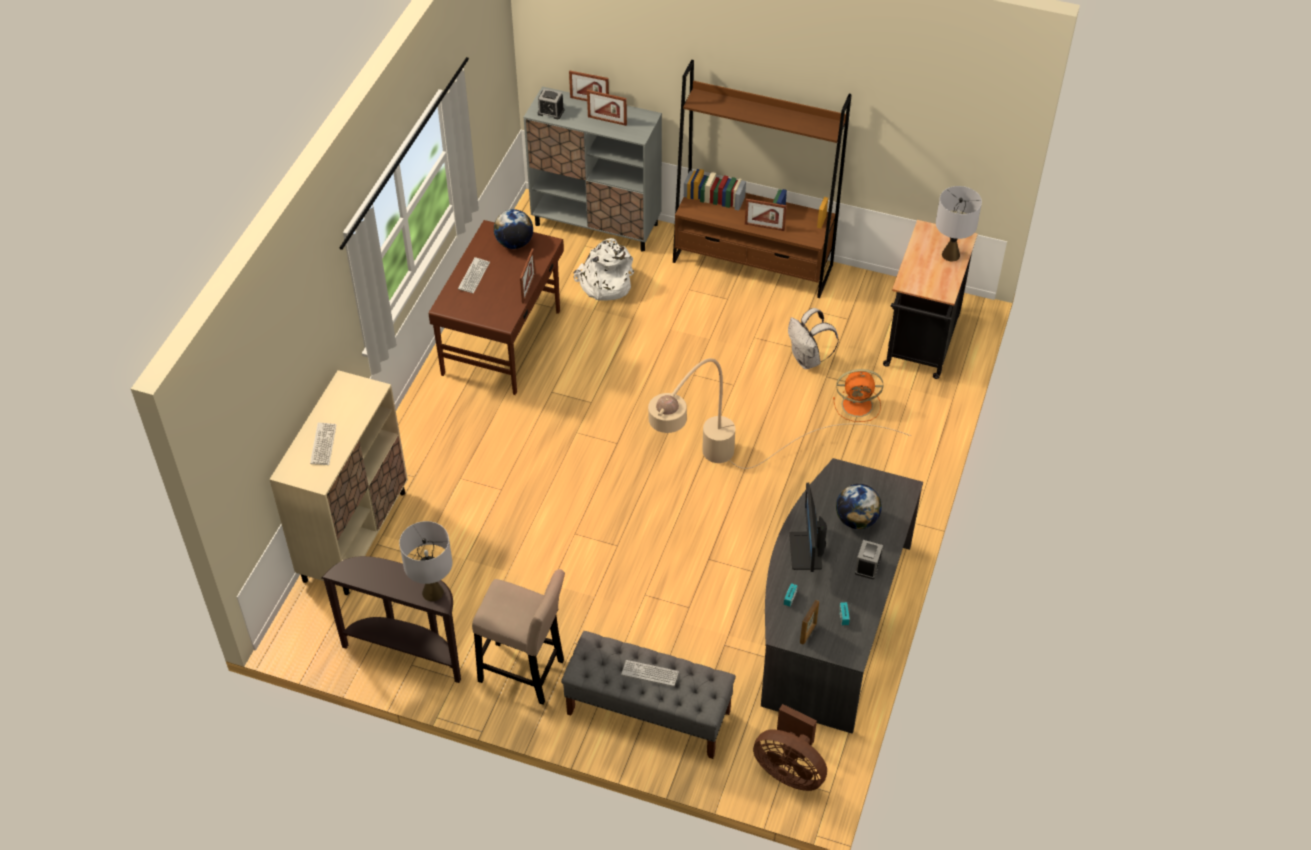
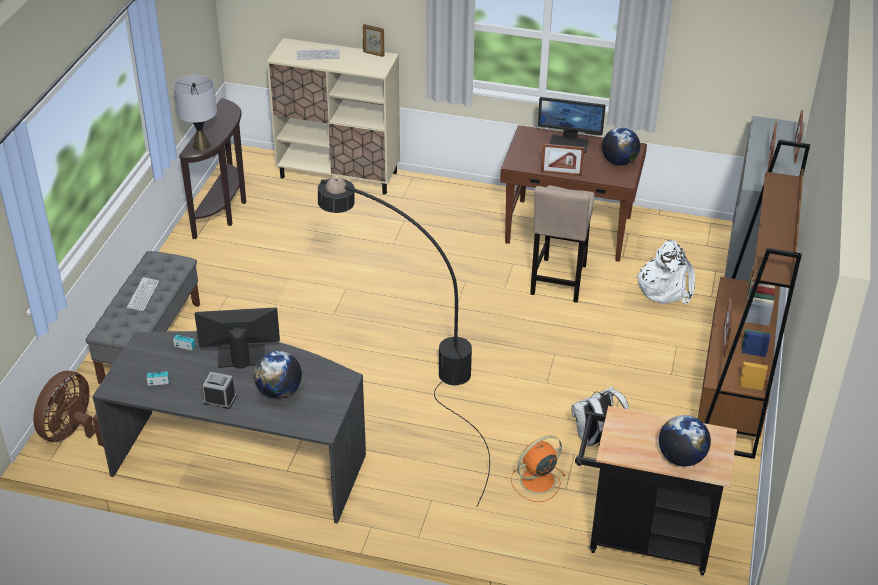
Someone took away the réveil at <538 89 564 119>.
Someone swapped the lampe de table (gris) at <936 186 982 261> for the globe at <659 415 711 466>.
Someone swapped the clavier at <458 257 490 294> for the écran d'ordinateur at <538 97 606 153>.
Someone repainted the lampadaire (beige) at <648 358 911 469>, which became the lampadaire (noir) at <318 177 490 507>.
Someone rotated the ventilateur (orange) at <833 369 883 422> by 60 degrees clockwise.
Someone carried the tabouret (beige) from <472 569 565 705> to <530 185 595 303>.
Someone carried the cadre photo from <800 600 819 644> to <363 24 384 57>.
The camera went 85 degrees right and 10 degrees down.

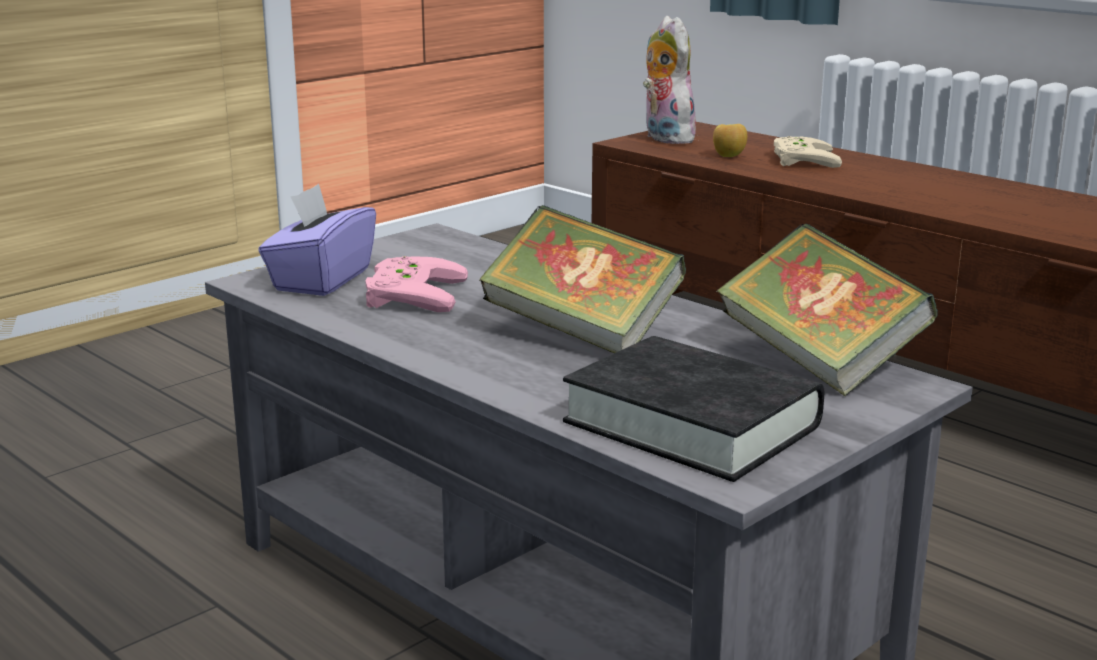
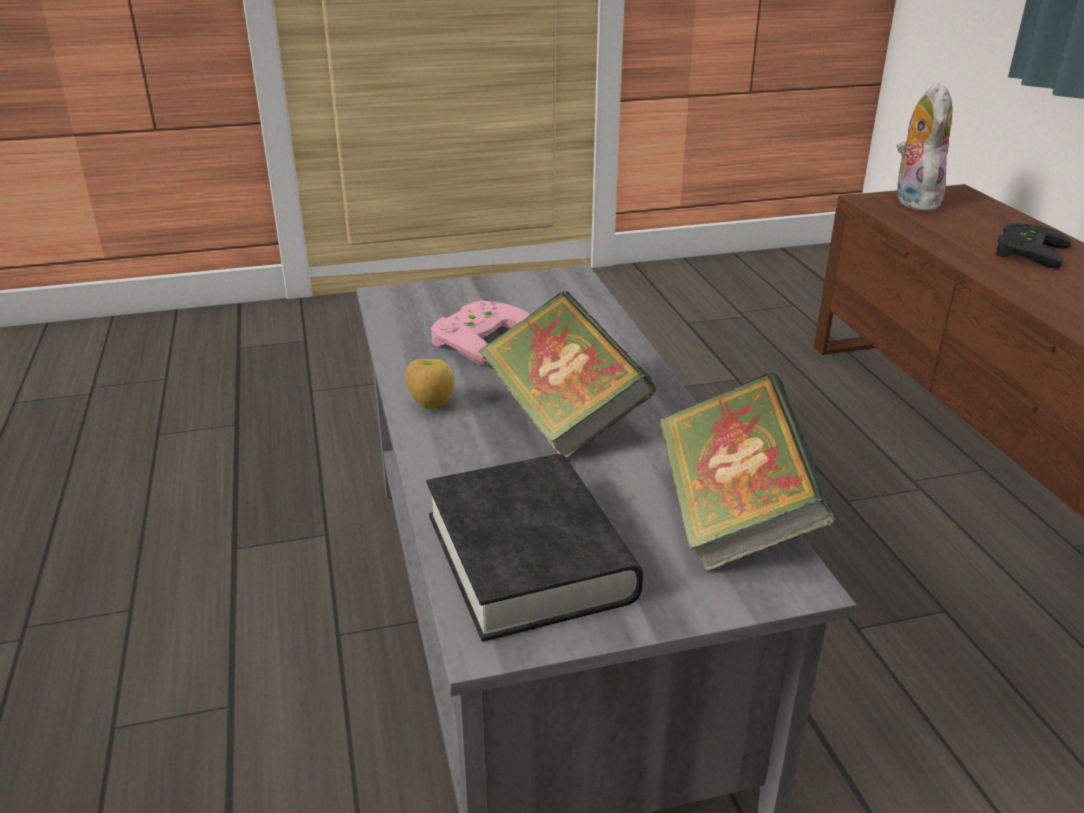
Someone carried the pomme from <713 124 747 157> to <405 359 455 409>.
Someone repainted the manette (beige) at <774 136 842 168>, which became the manette (noir) at <996 223 1071 269>.
Someone took away the boîte à mouchoirs (violet) at <258 184 376 296>.
The camera went 30 degrees right and 10 degrees up.

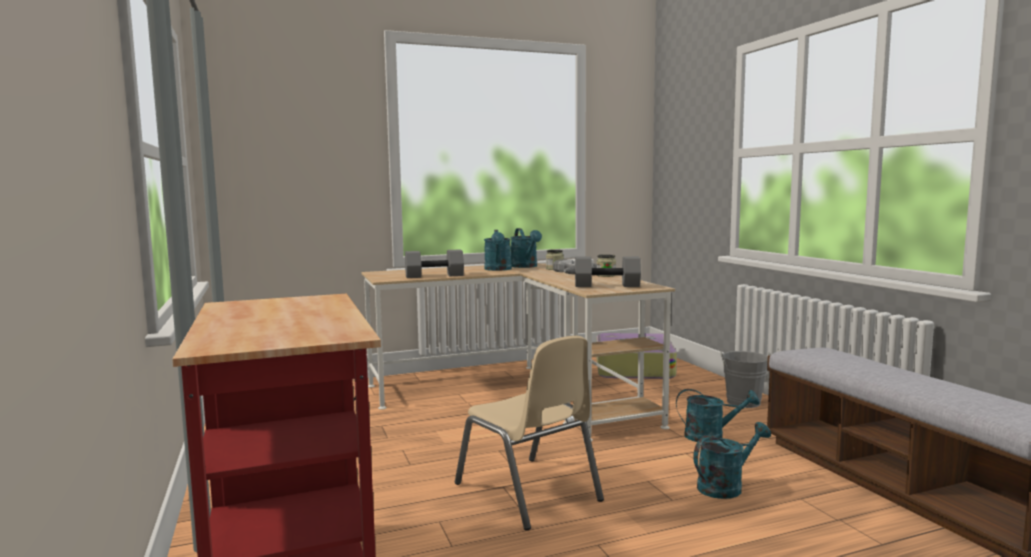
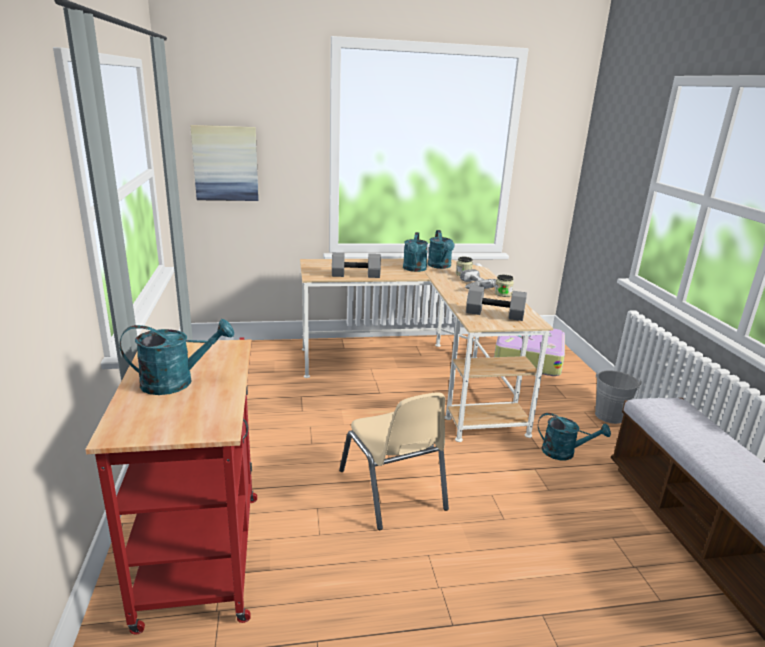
Someone carried the arrosoir (turquoise) from <693 422 771 499> to <120 319 234 395>.
Someone put up the tableau at <190 125 259 201>.
The camera went 10 degrees right and 15 degrees up.

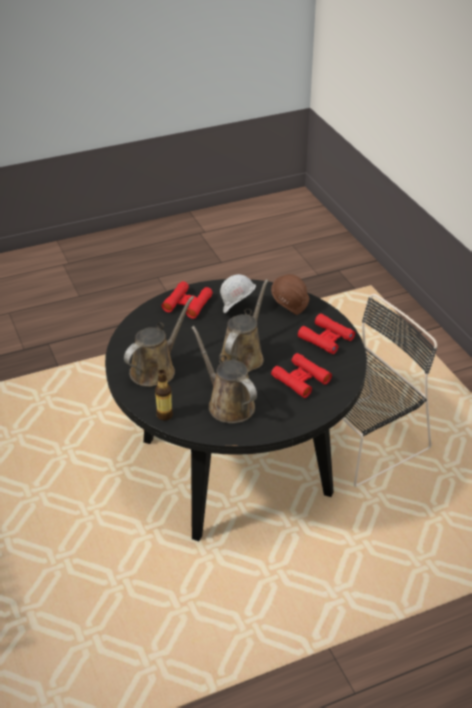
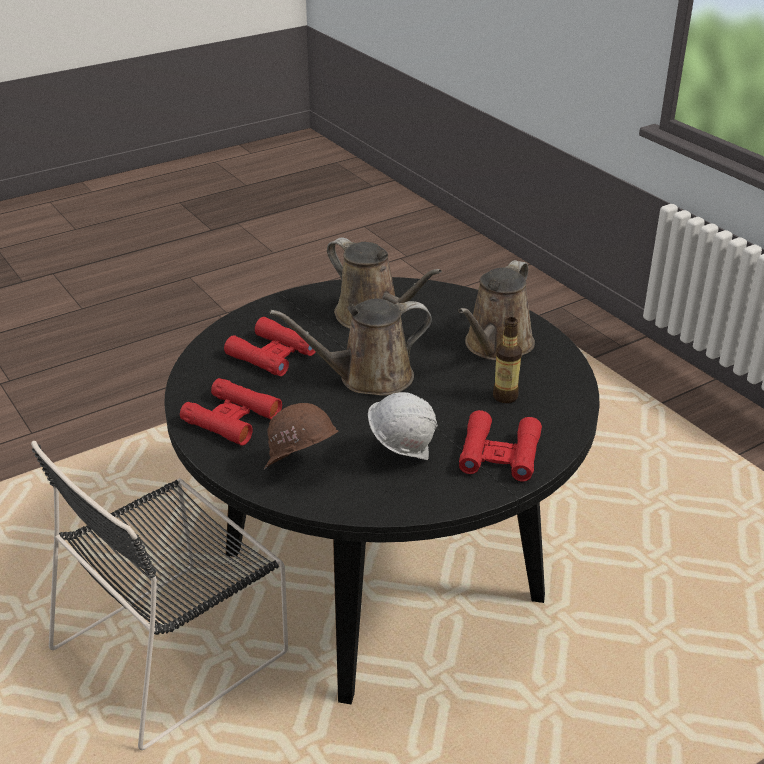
Someone rotated the arrosoir (marron) at <219 279 268 372> by 60 degrees clockwise.
Someone carried the bouteille from <155 370 173 420> to <493 317 522 403>.
The camera went 170 degrees right and 5 degrees down.

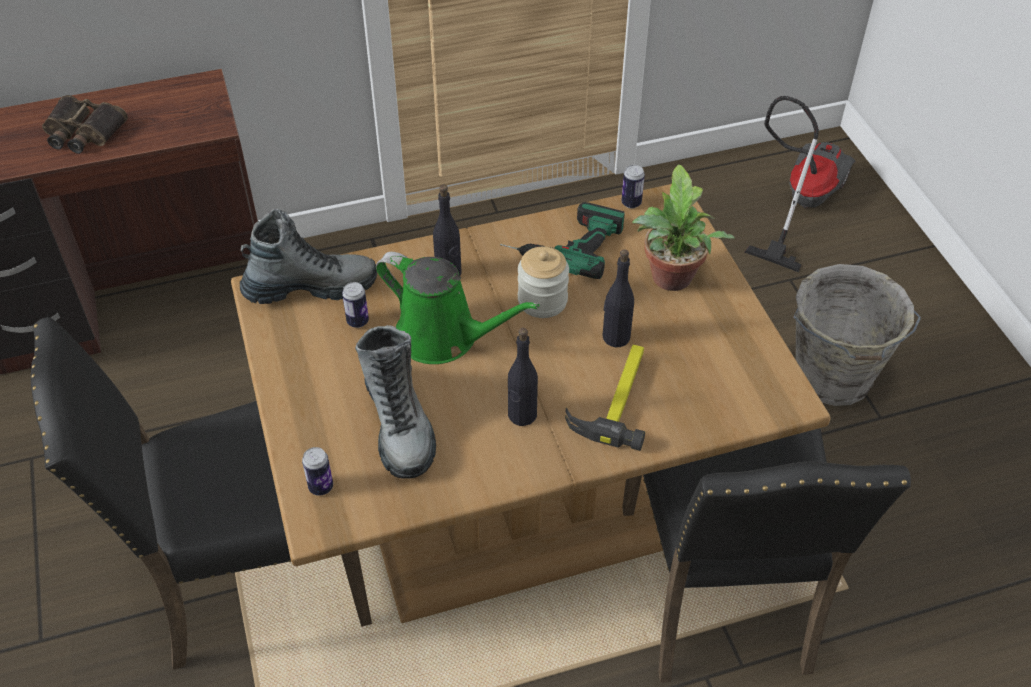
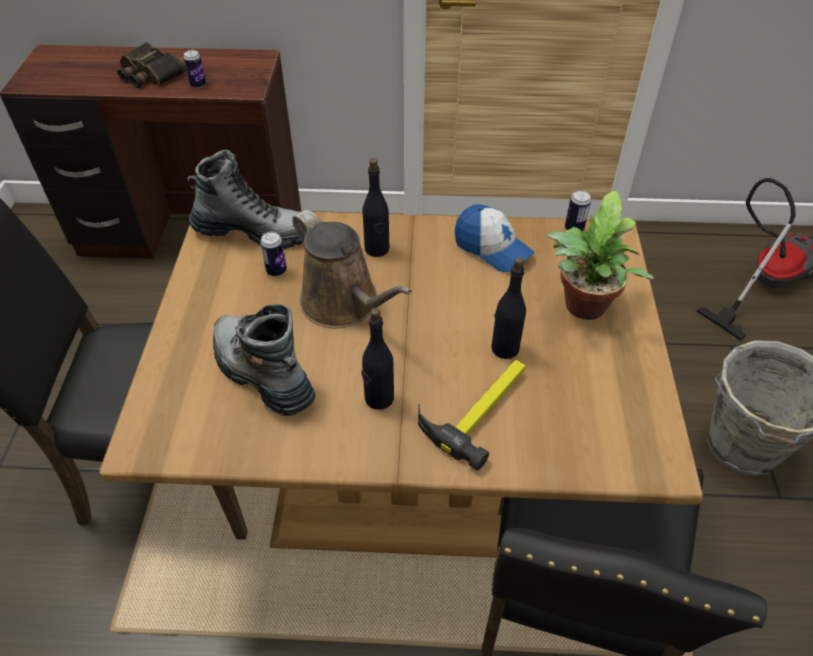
Someone swapped the perceuse at <500 202 625 279> for the casquette at <455 204 535 272>.
Someone took away the bocal at <518 246 569 318>.
Someone repainted the arrosoir (vert) at <376 252 539 364>, which became the arrosoir (marron) at <292 210 412 328>.
Someone rotated the botte at <355 325 436 479> by 135 degrees clockwise.
Someone carried the boîte métallique from <302 447 333 495> to <183 50 206 88>.
The camera went 20 degrees right and 0 degrees up.

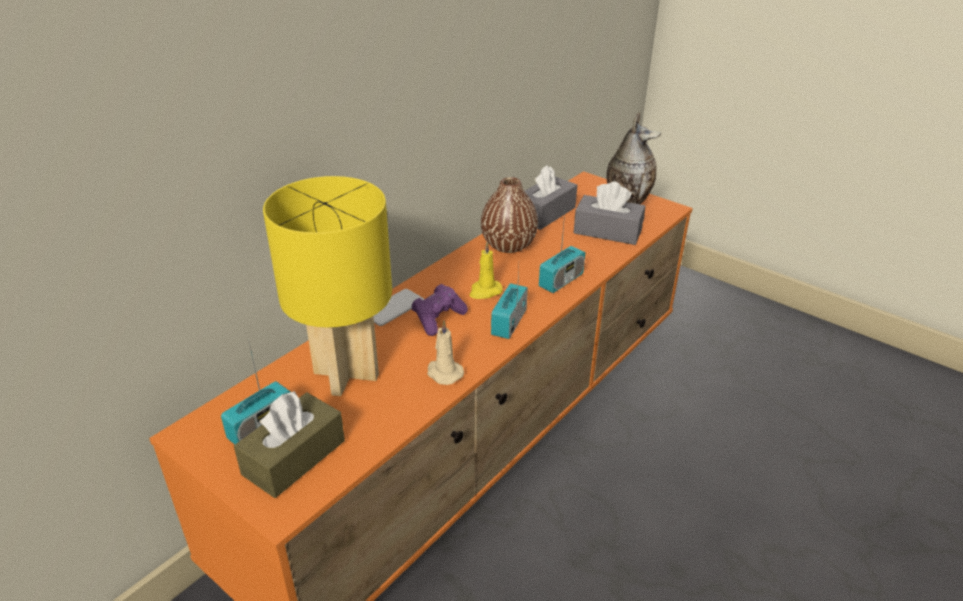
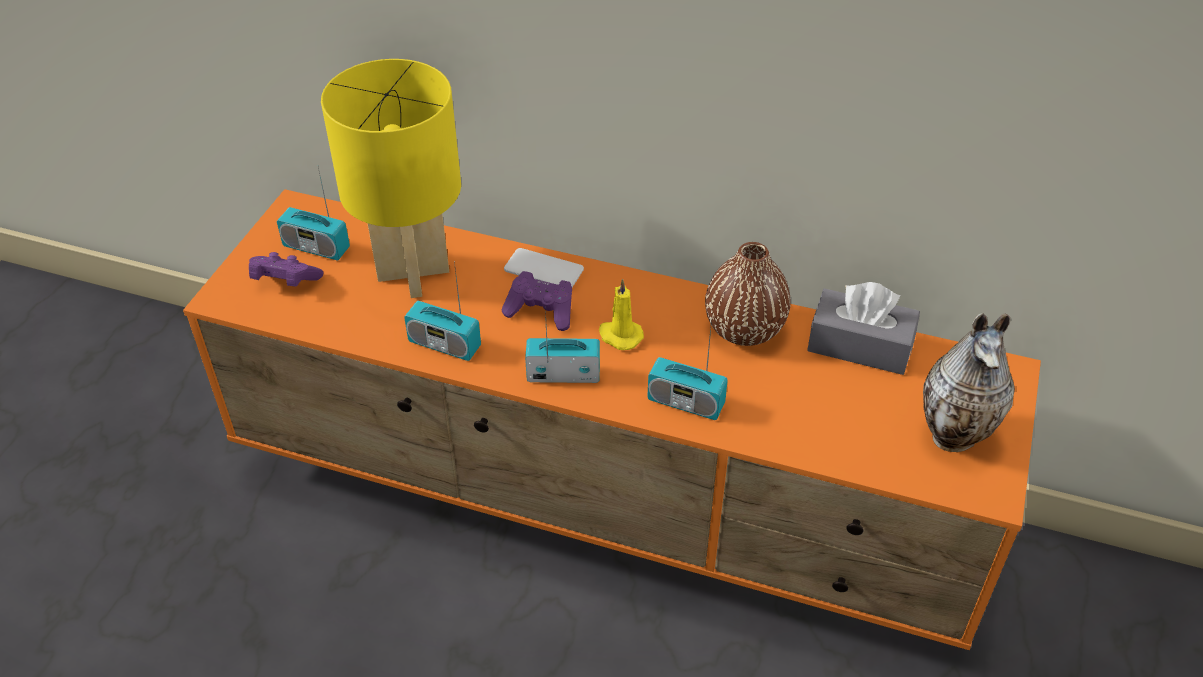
Someone took away the boîte à mouchoirs (gris) at <574 181 645 245>.
Someone swapped the bougie (beige) at <427 320 464 385> for the radio at <404 261 481 361>.
Someone swapped the boîte à mouchoirs (marron) at <234 391 345 498> for the manette (violet) at <249 252 324 286>.
The camera went 70 degrees right and 10 degrees up.

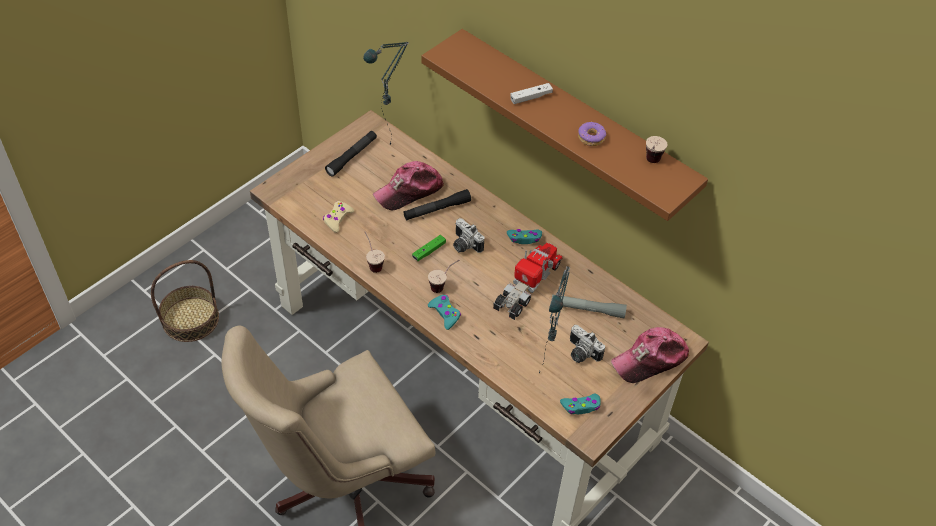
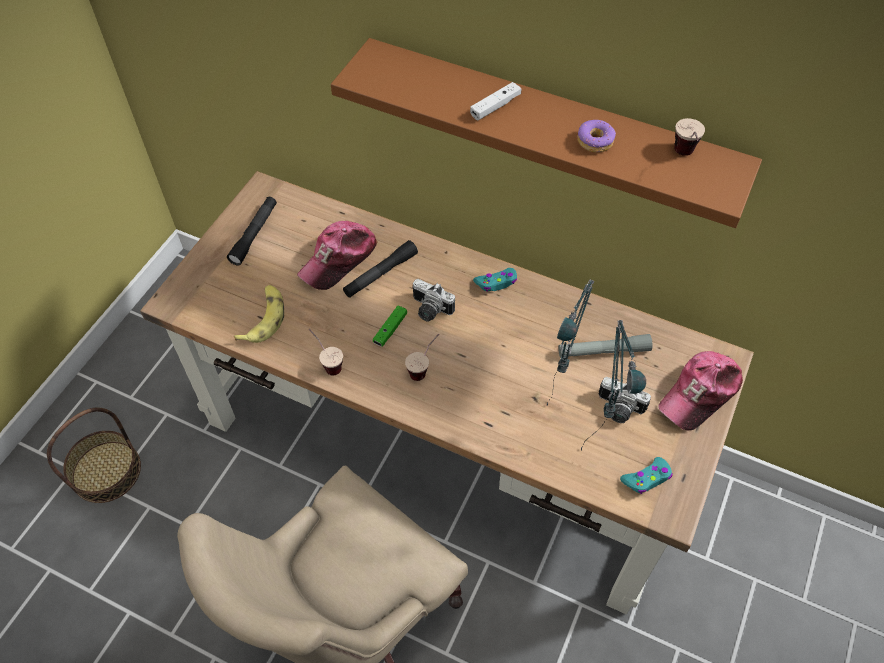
Someone carried the lampe de table from <363 42 409 144> to <546 279 594 406>.
Someone swapped the manette (beige) at <323 201 354 233> for the banane at <234 285 284 343>.
Someone took away the camion jouet at <493 243 562 320>.
Someone took away the manette (turquoise) at <428 295 461 330>.
The camera went 15 degrees left and 5 degrees up.

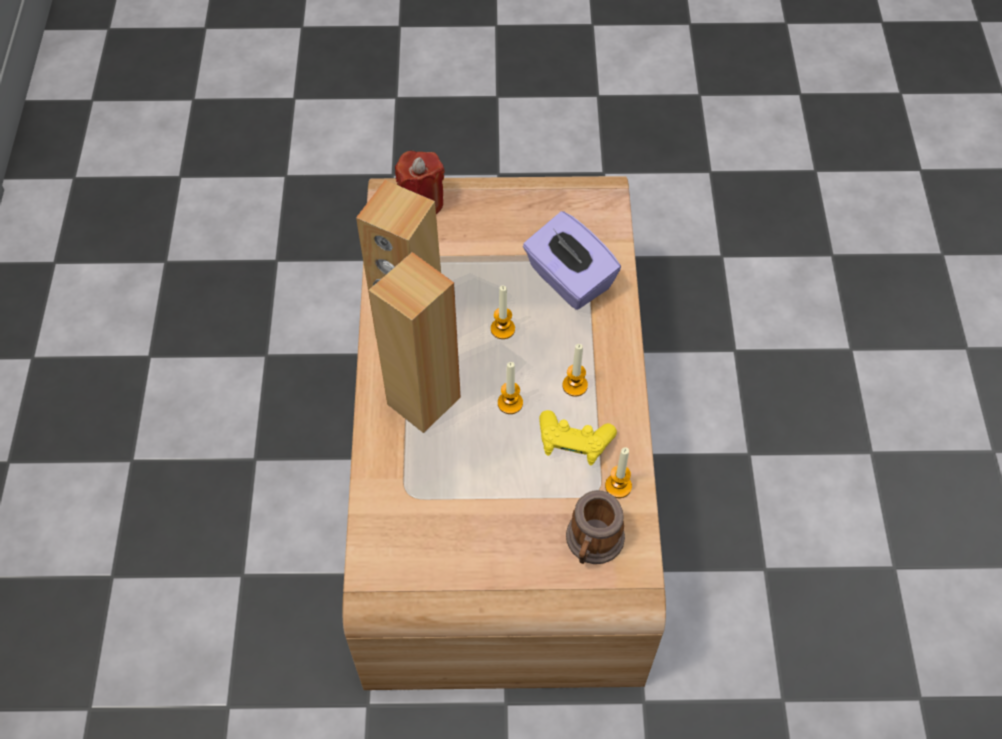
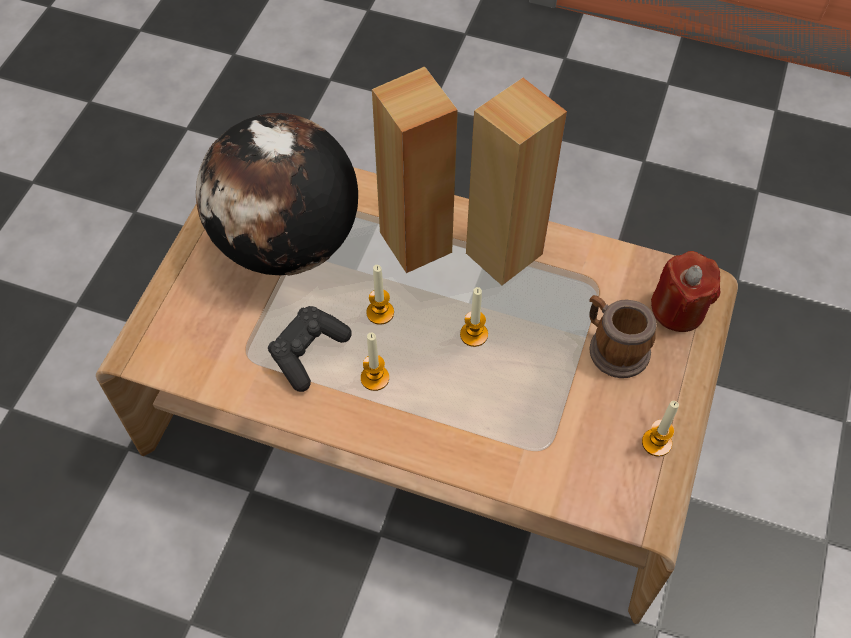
Someone took away the boîte à mouchoirs (violet) at <523 211 621 310>.
Someone repainted the manette (jaune) at <539 410 617 465>, which became the manette (noir) at <268 306 352 392>.
Someone carried the bougie from <605 447 632 498> to <642 401 679 457>.
Someone carried the mug from <566 490 625 564> to <589 295 657 378>.
Someone put down the globe at <196 113 358 276>.
The camera went 110 degrees right and 0 degrees up.

